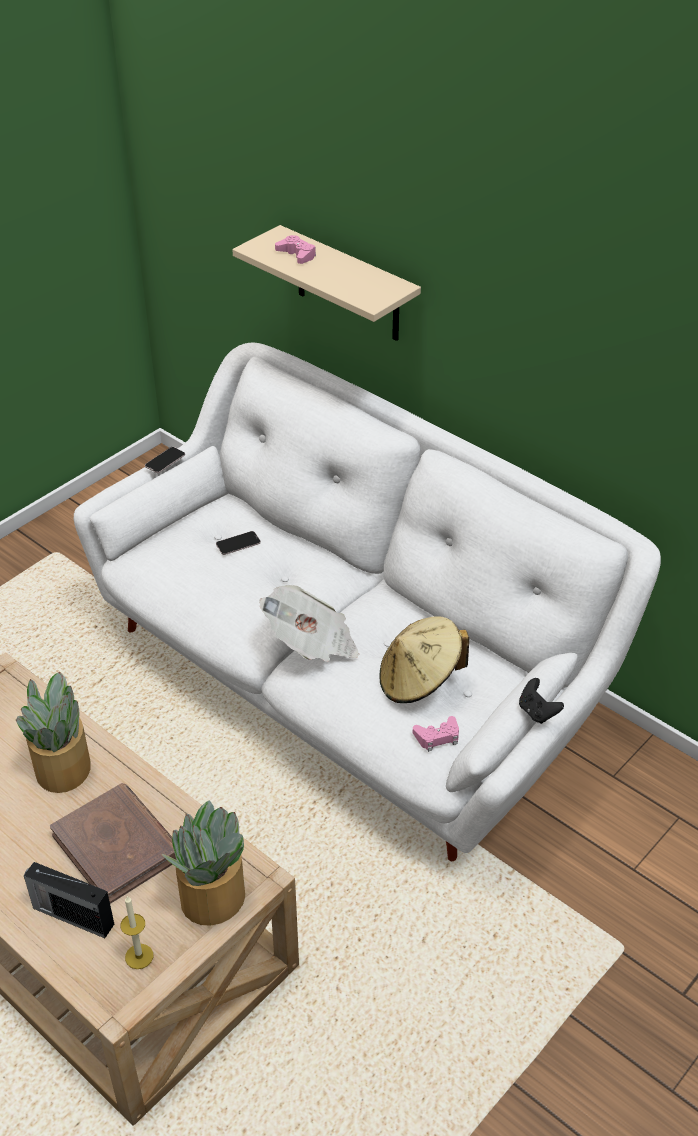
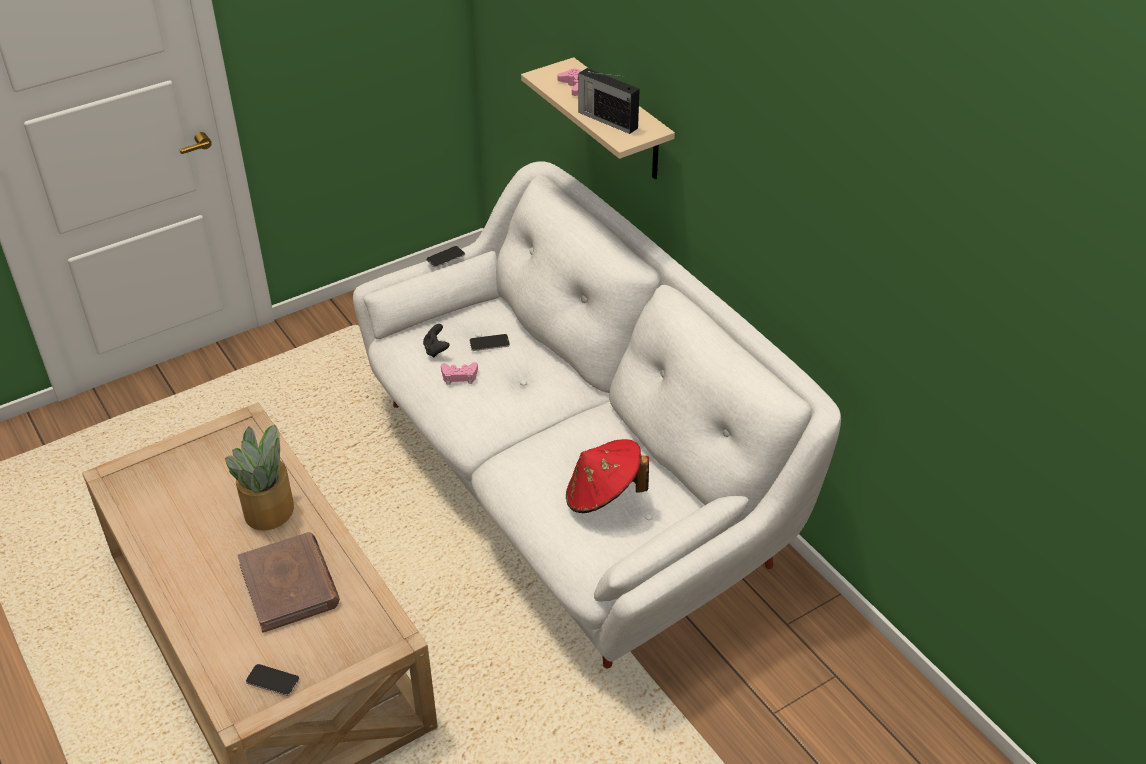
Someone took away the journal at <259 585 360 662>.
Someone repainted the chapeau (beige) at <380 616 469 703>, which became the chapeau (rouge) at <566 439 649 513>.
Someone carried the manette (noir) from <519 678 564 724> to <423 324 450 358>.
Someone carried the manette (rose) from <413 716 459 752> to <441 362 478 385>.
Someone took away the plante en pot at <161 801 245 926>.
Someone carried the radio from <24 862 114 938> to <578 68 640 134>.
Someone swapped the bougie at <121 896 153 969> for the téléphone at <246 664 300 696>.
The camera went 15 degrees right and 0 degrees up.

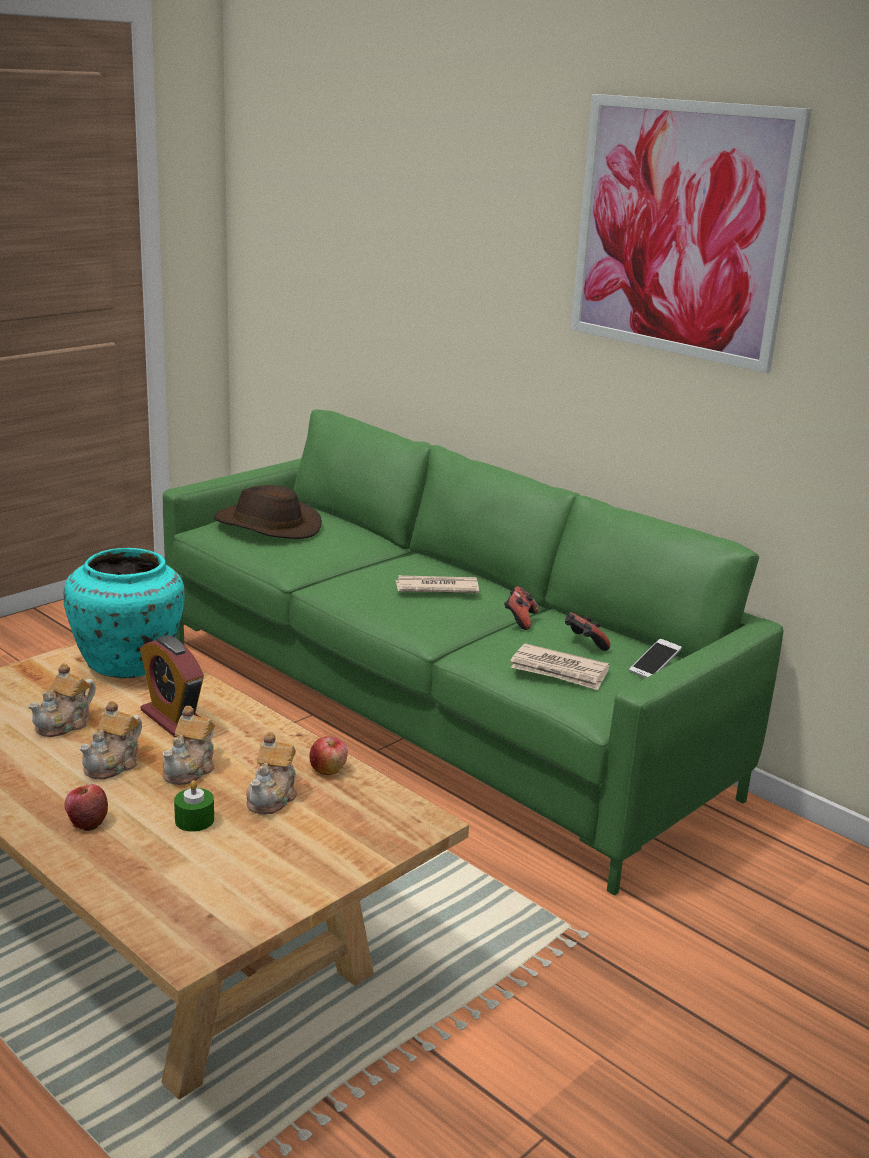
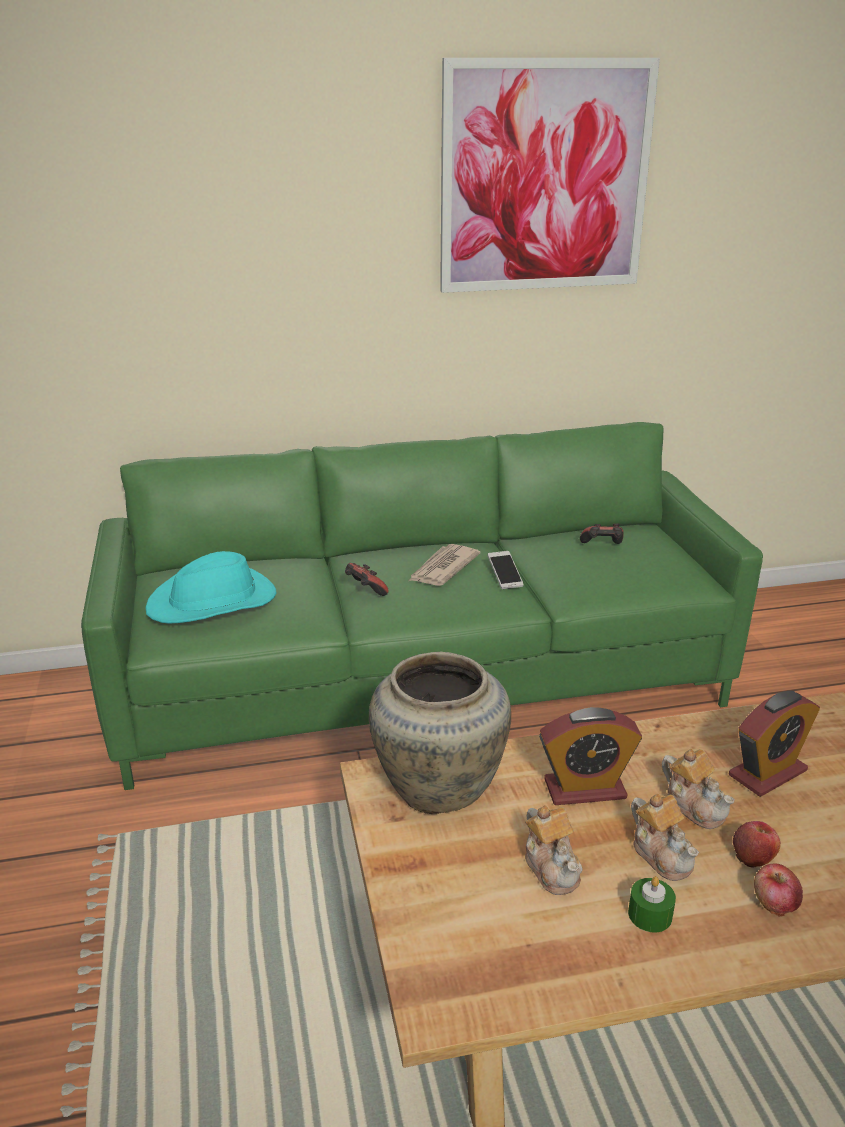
Someone repainted the chapeau (marron) at <214 485 322 539>, which became the chapeau (turquoise) at <146 551 277 624>.
Someone repainted the vase (turquoise) at <63 548 185 678>, which became the vase (beige) at <369 652 511 814>.
Someone carried the manette from <504 586 539 630> to <345 563 388 596>.
Someone carried the téléphone from <629 639 682 678> to <488 551 524 589>.
Someone took away the journal at <510 643 609 690>.
Someone swapped the théière at <246 732 297 814> for the réveil at <729 691 820 797>.
Someone carried the pomme from <309 736 348 775> to <733 821 781 868>.
Someone carried the bougie (vert) from <174 780 214 832> to <628 876 676 933>.
The camera went 55 degrees left and 5 degrees up.

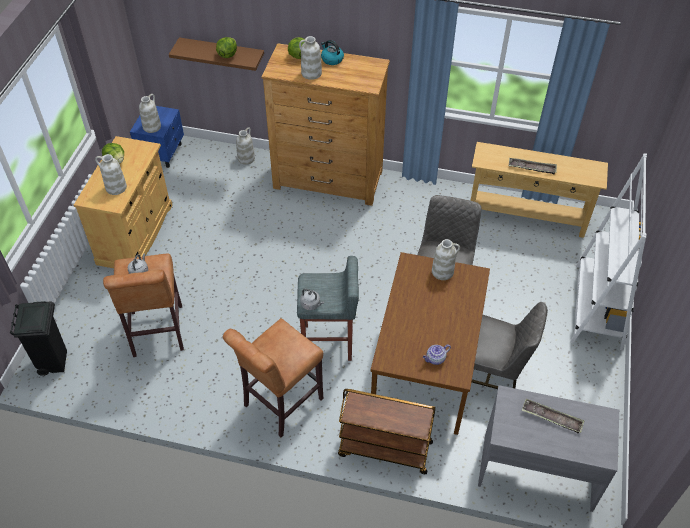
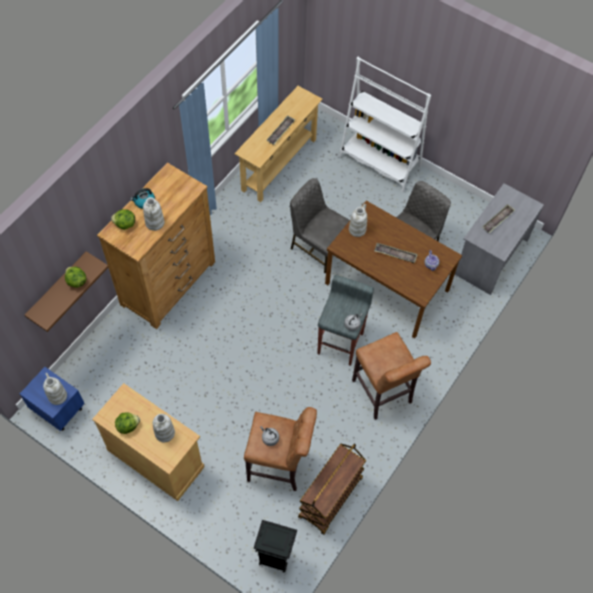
Someone took away the vase (blanc) at <236 128 255 165>.
Someone carried the chariot (marron) from <338 389 436 474> to <298 444 366 535>.
Someone put down the plateau at <374 243 418 263>.
The camera went 70 degrees left and 10 degrees up.

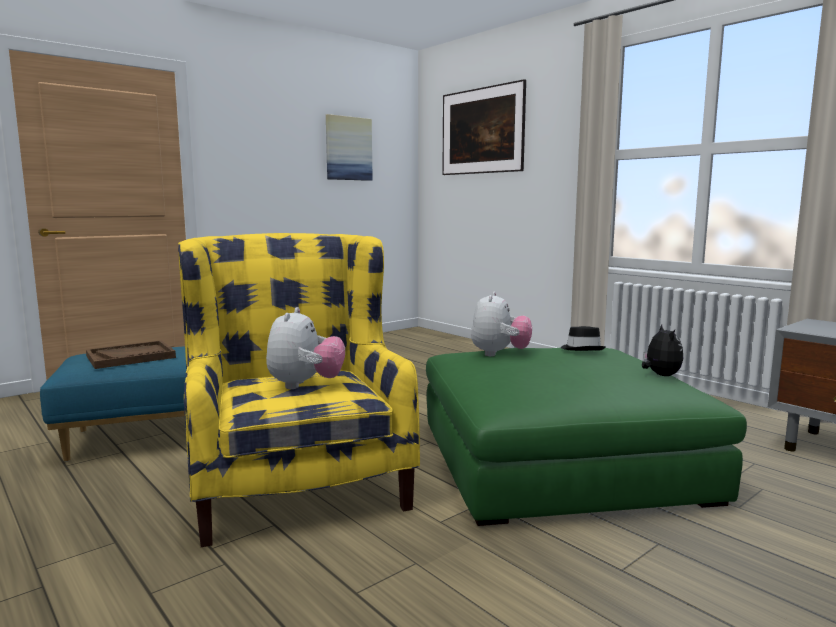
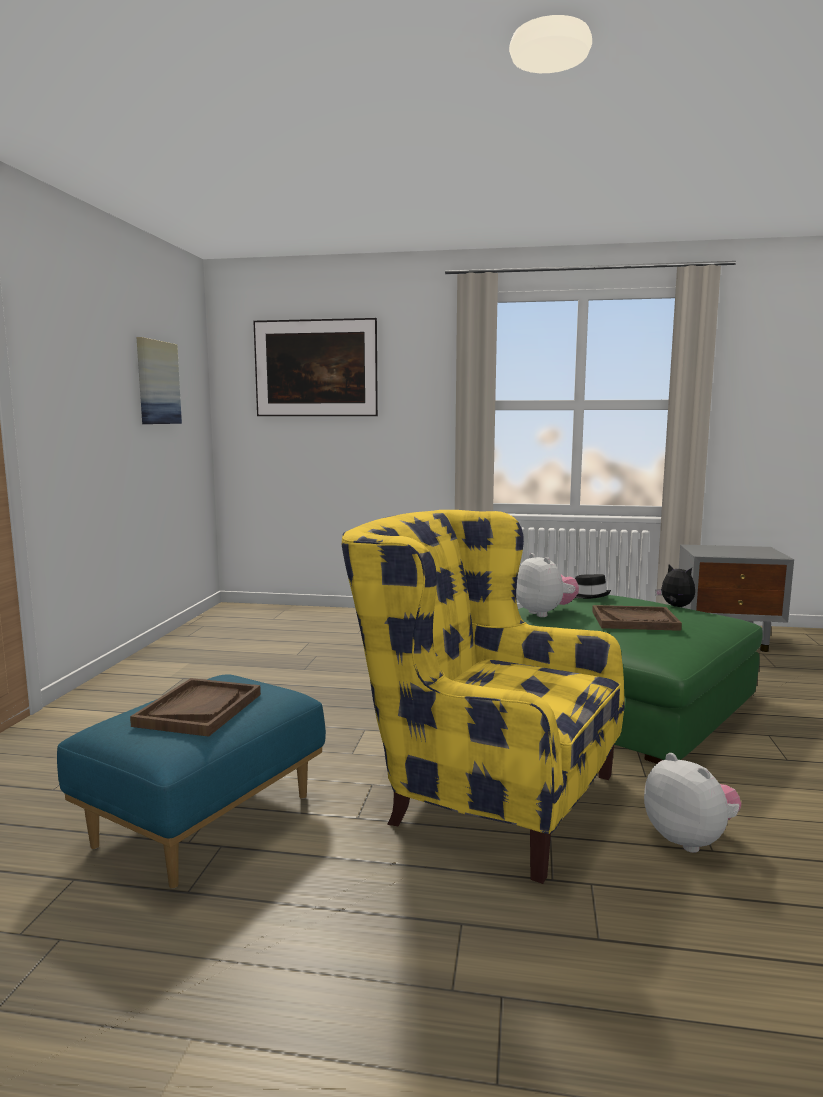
Someone carried the peluche from <266 307 345 389> to <644 753 742 853>.
Someone put down the plateau (marron) at <592 605 682 631>.
The camera went 40 degrees left and 0 degrees up.

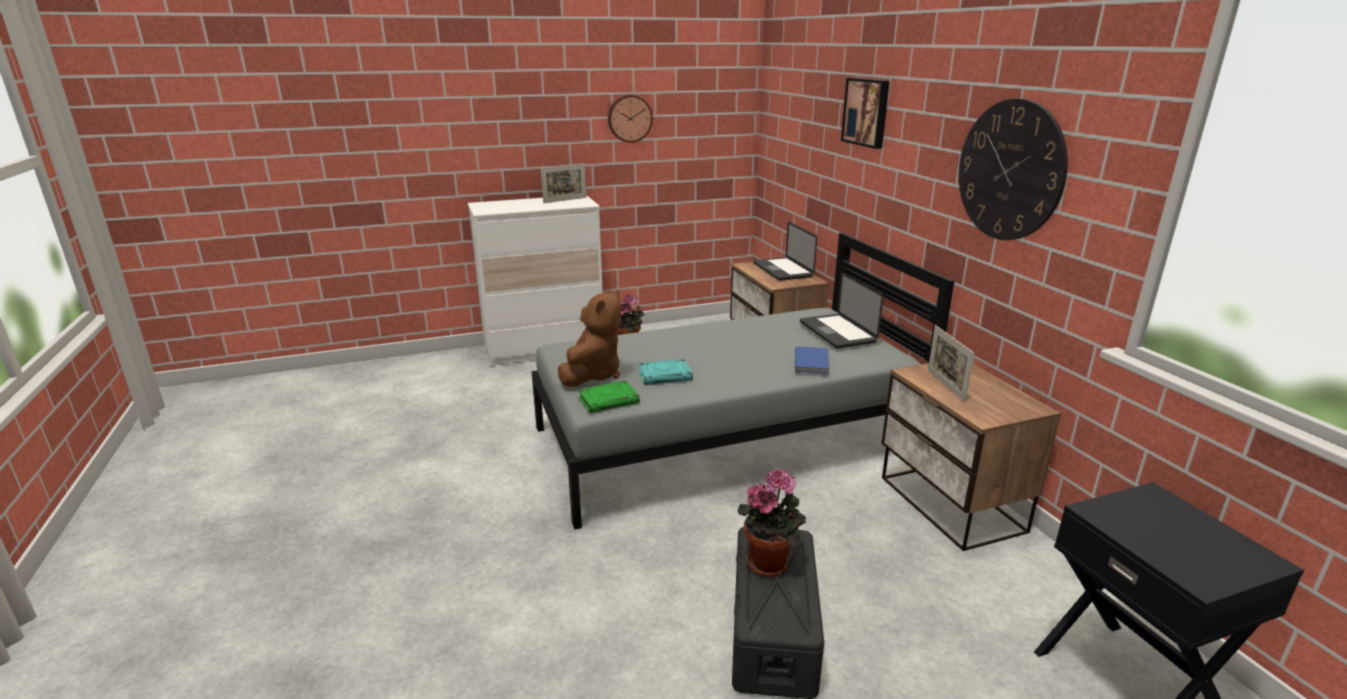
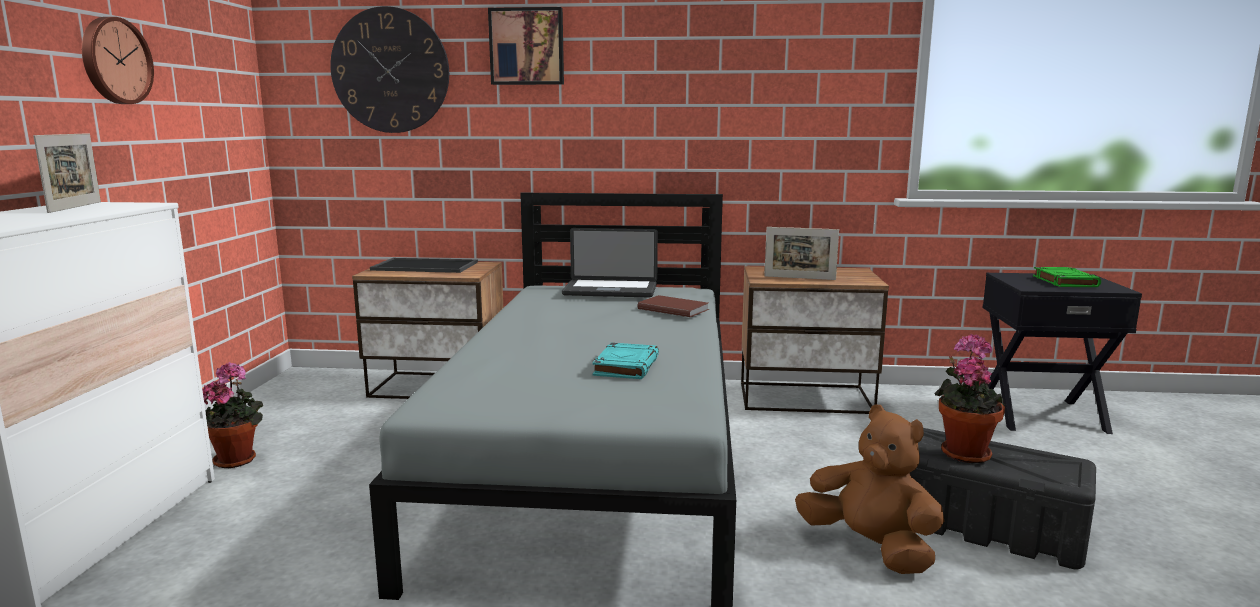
Someone carried the horloge murale from <959 98 1068 240> to <330 6 449 133>.
Someone swapped the ordinateur portable at <753 222 817 281> for the plateau at <370 258 478 273>.
Someone carried the peluche (marron) from <558 290 621 386> to <795 405 944 574>.
Someone repainted the livre (bleu) at <795 346 830 374>, which became the livre (marron) at <638 295 709 317>.
Someone carried the livre (vert) from <578 381 640 413> to <1033 267 1101 287>.
The camera went 65 degrees left and 10 degrees down.

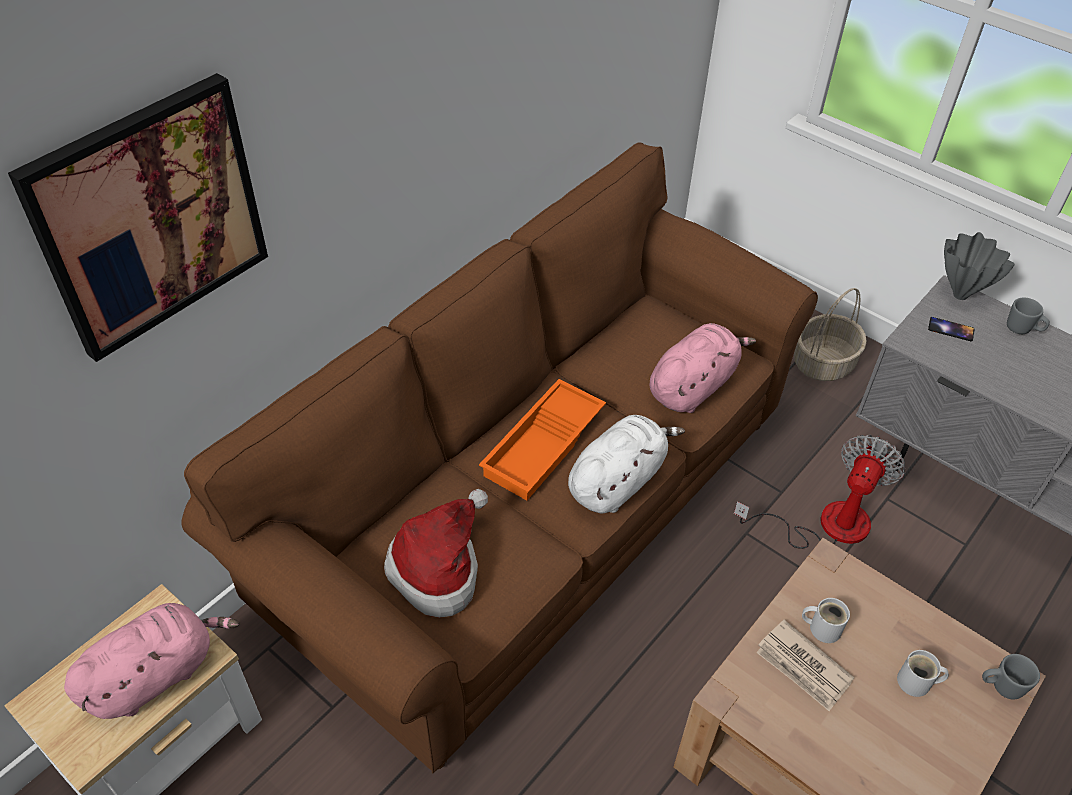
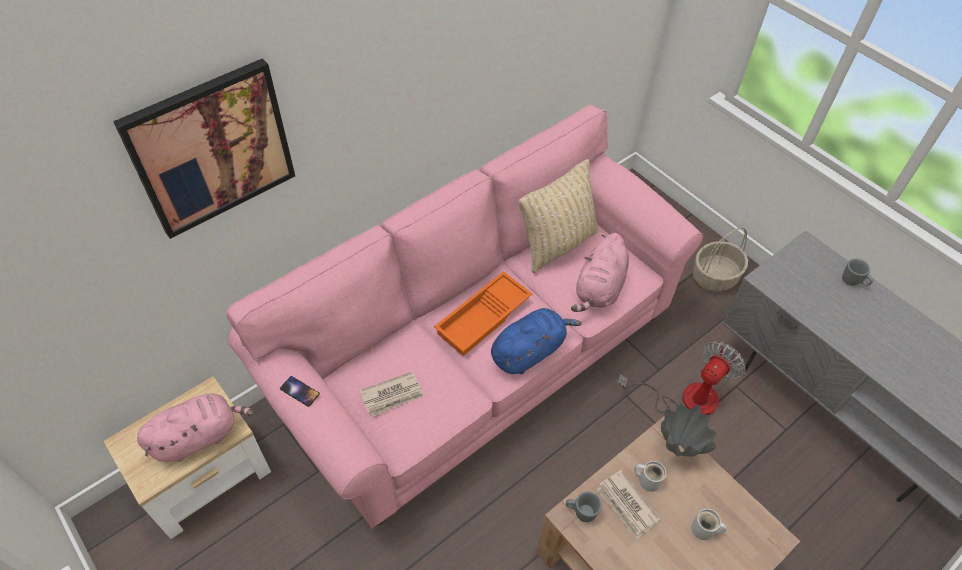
Someone repainted the canapé (marron) at <181 142 818 773>, which became the canapé (rose) at <226 105 703 529>.
Someone carried the vase (gris) from <944 232 1015 300> to <661 404 717 457>.
Someone carried the téléphone from <928 317 975 341> to <280 376 320 407>.
Someone rotated the peluche (rose) at <650 323 756 413> by 150 degrees clockwise.
Someone repainted the peluche (blanc) at <568 415 685 514>, which became the peluche (bleu) at <491 308 582 374>.
Someone swapped the chapeau at <384 489 488 618> for the journal at <359 372 425 417>.
Someone carried the mug (gris) from <982 654 1040 700> to <566 492 602 522>.
Someone put down the coussin (beige) at <519 159 599 273>.
The camera went 10 degrees right and 5 degrees up.

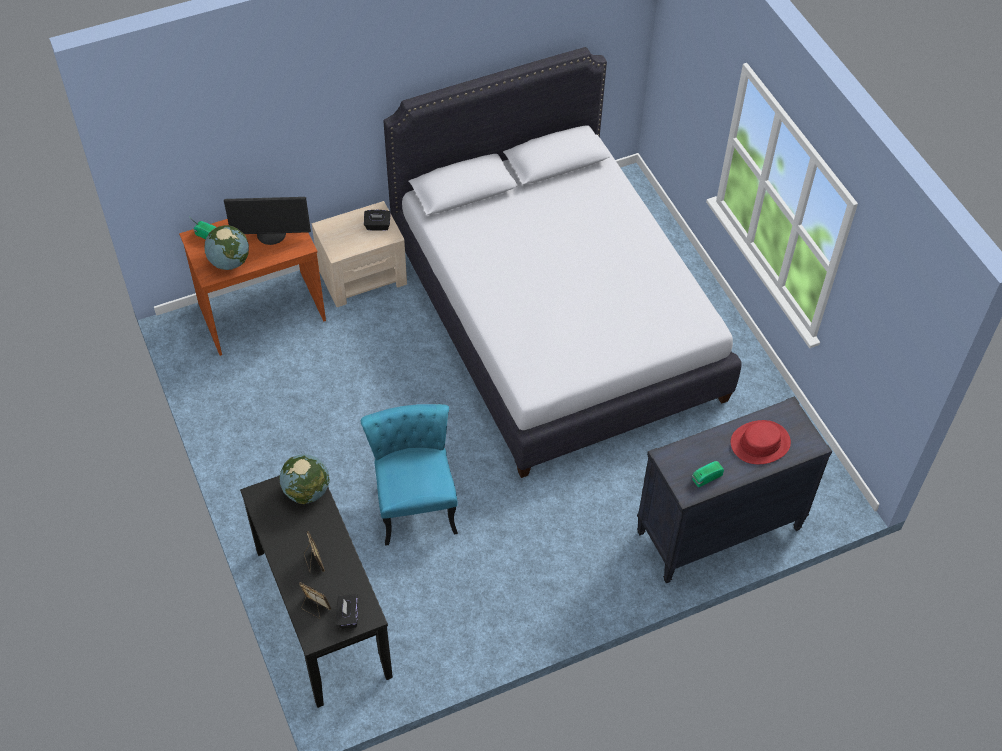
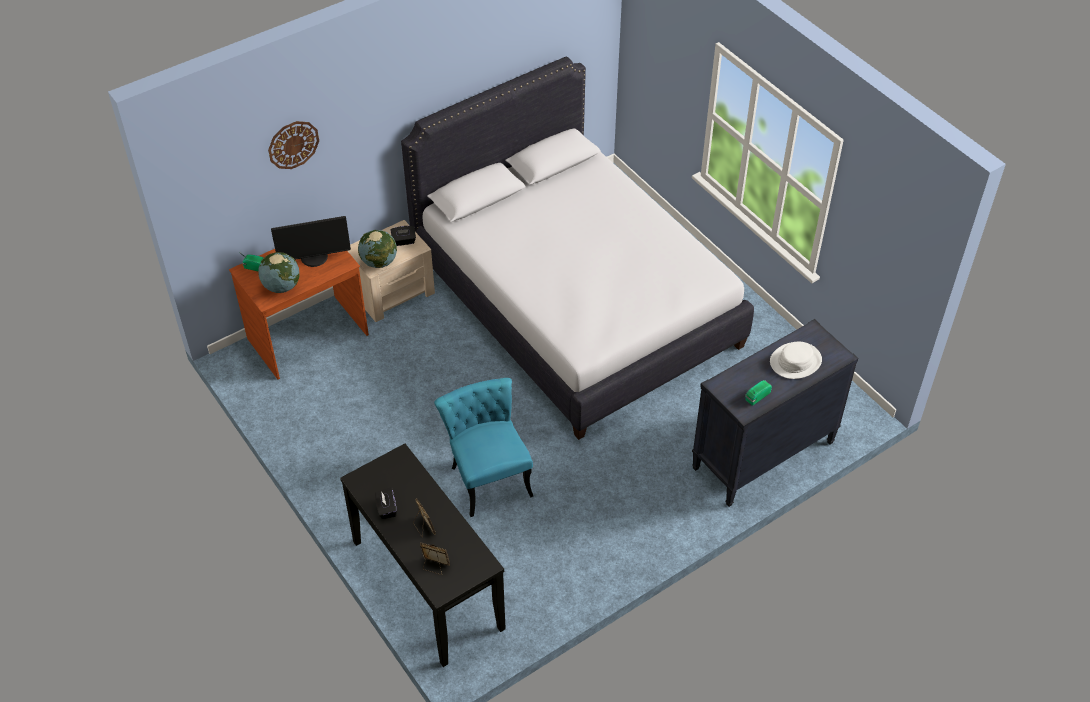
Someone repainted the chapeau (rouge) at <731 420 791 464>, which became the chapeau (blanc) at <770 342 822 379>.
Someone carried the globe from <279 454 330 504> to <358 230 397 268>.
Someone carried the boîte à mouchoirs (noir) from <336 594 358 628> to <375 487 397 519>.
Someone put up the horloge murale at <268 121 319 169>.
The camera went 10 degrees left and 5 degrees down.

